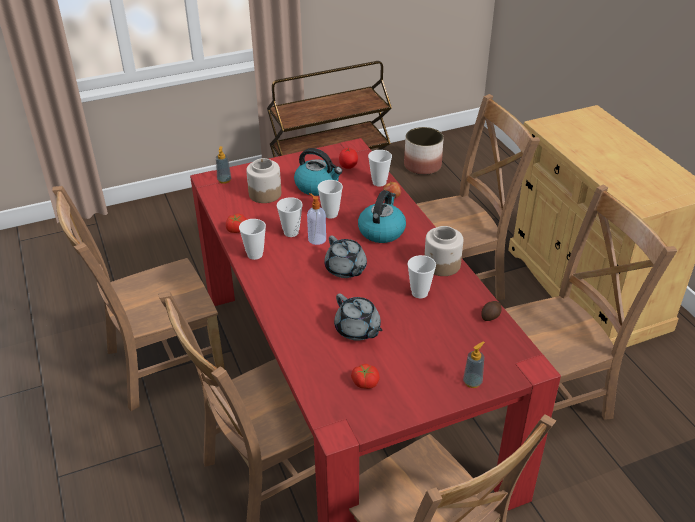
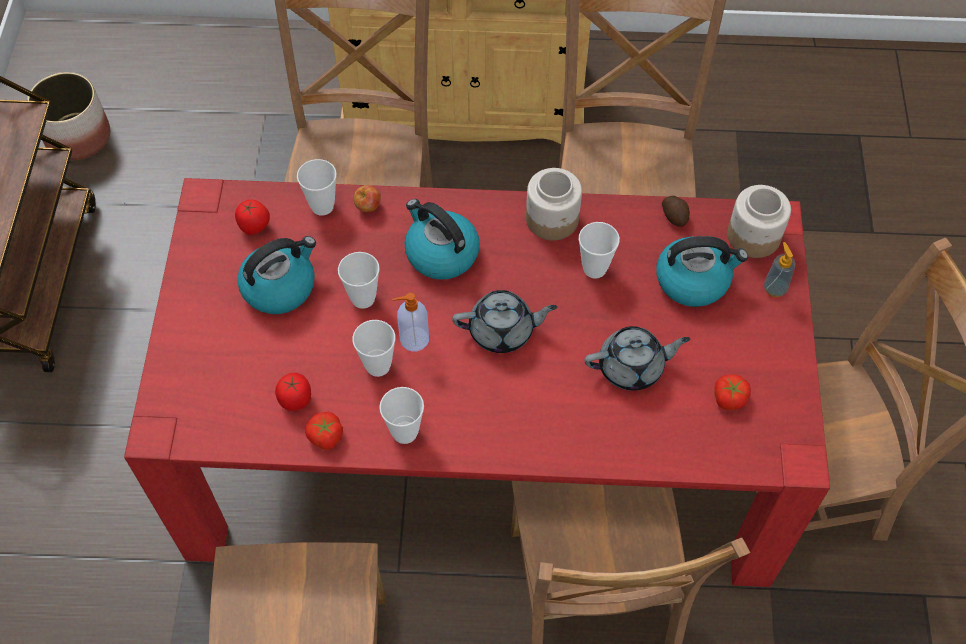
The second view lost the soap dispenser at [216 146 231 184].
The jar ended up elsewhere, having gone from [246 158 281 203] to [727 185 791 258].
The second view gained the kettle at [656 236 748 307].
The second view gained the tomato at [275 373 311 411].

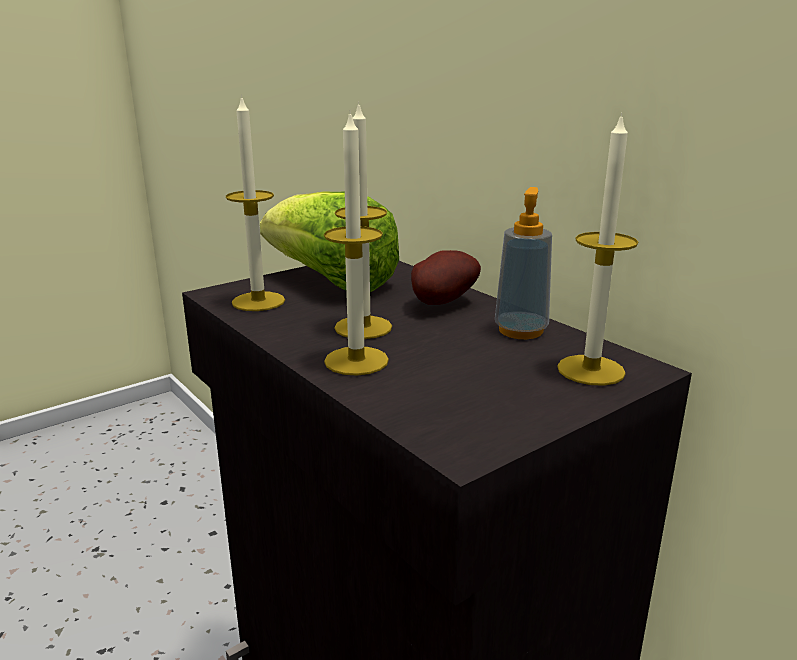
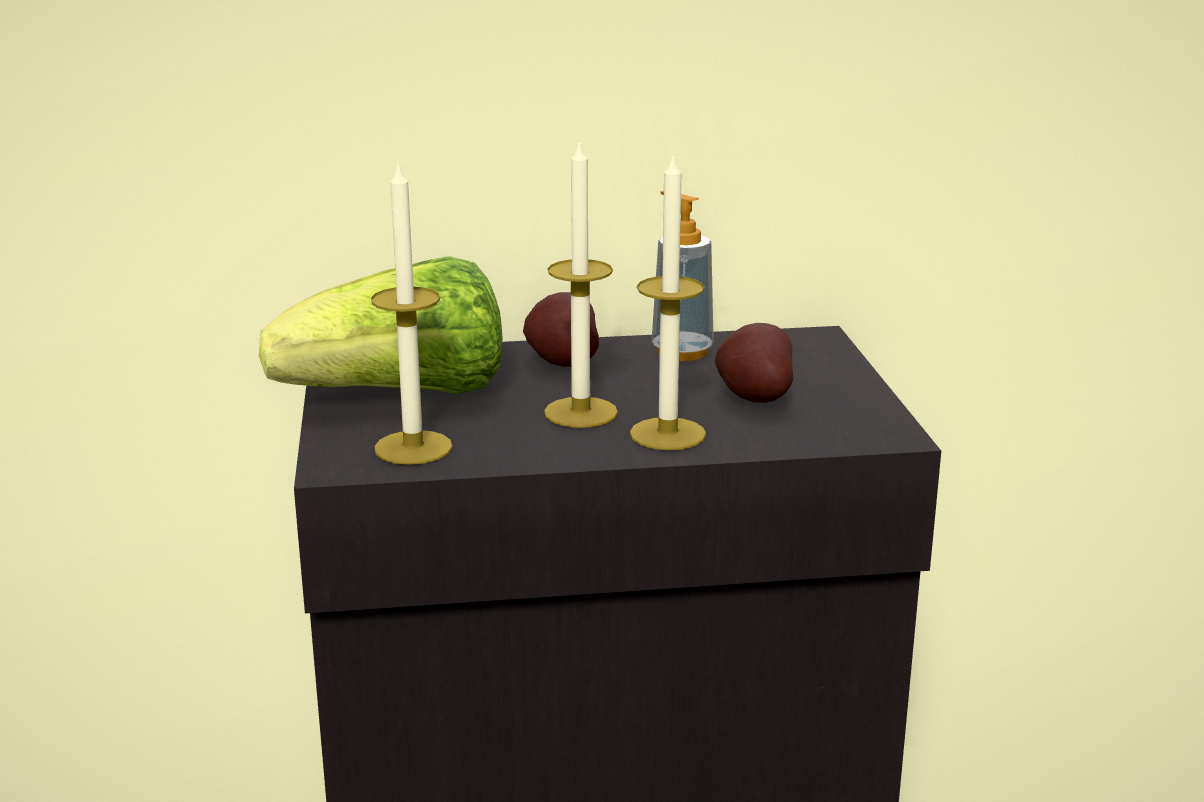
The second view lost the candle at [557 112 638 386].
The second view gained the potato at [715 323 793 403].

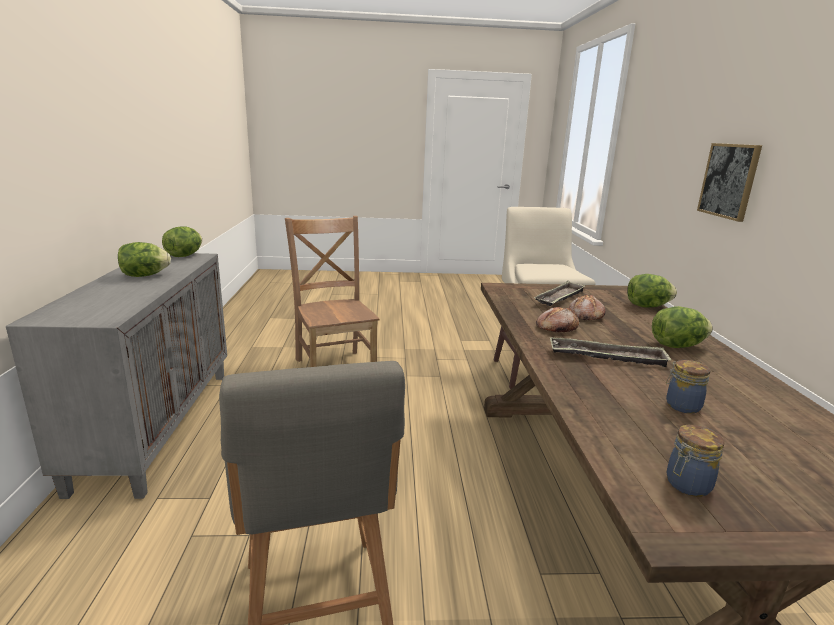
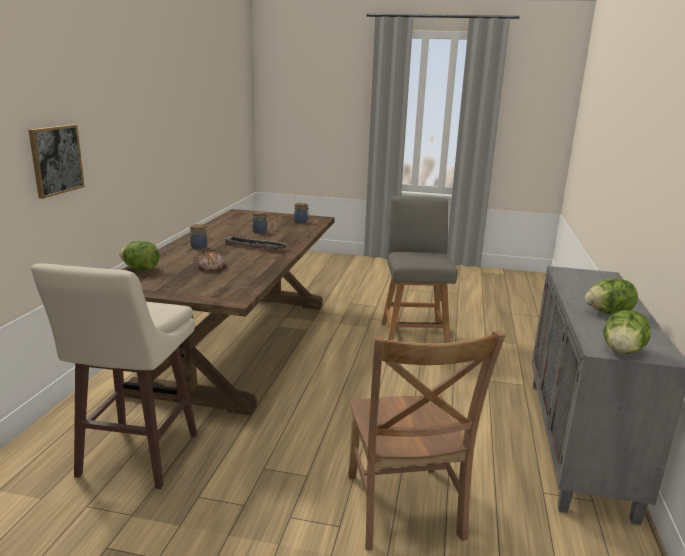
The second view lost the tray at [534 281 586 306].
Where the lettuce stood at [652 306 713 348], the jar came to stand at [190 224 207 249].
The second view lost the bread at [536 307 579 332].

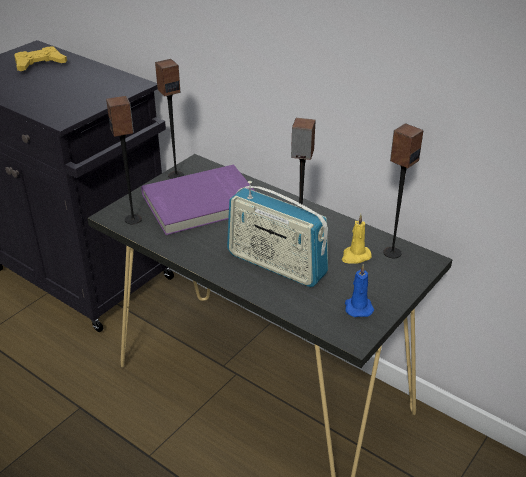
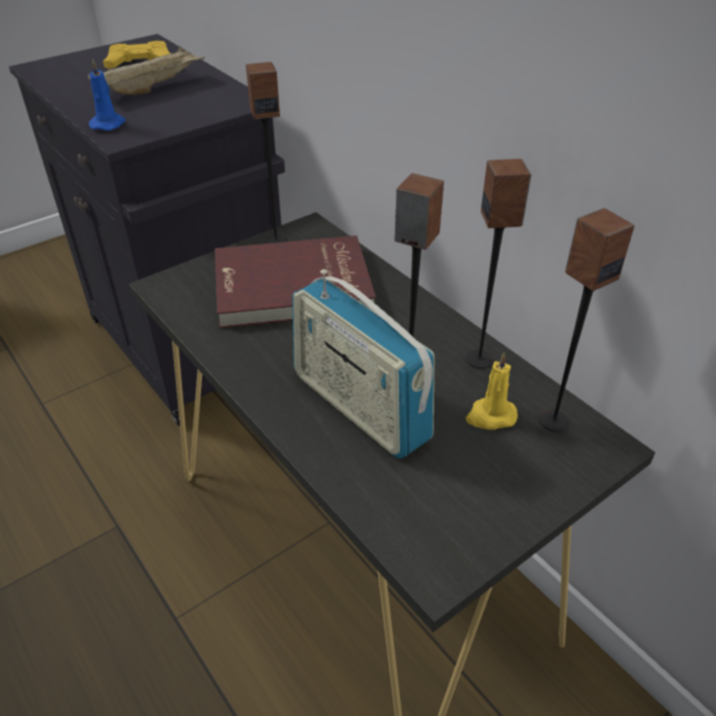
The speaker ended up elsewhere, having gone from [106 96 142 224] to [466 159 531 369].
What was the purple book at [141 164 255 235] turned into the red book at [215 235 376 328].
The blue candle ended up elsewhere, having gone from [345 264 374 317] to [89 59 126 131].
The second view gained the beige tray at [88 46 205 95].

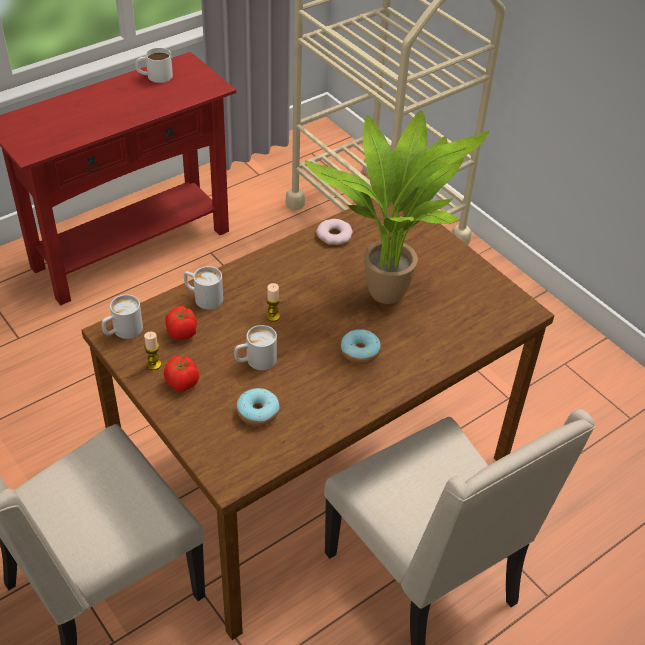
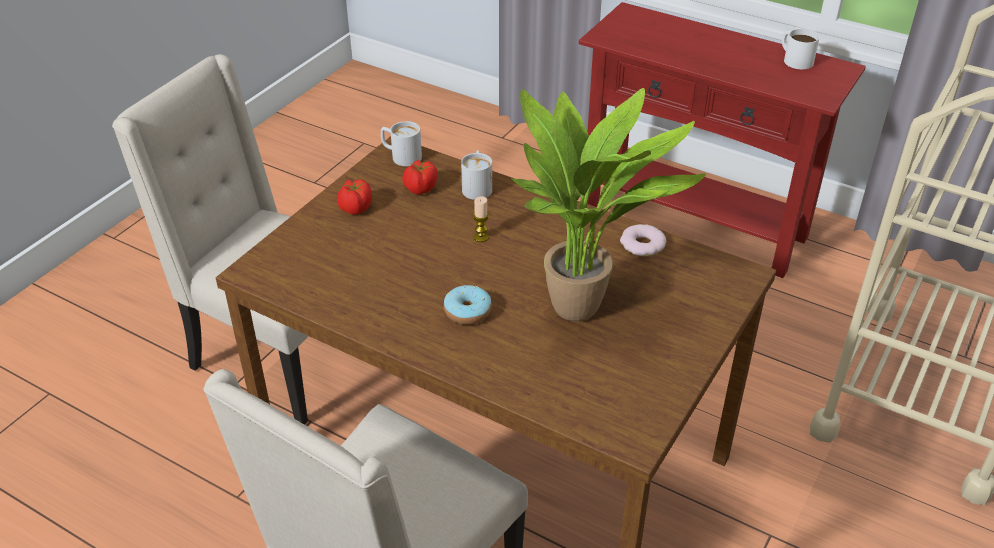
The second view lost the white mug at [234 325 277 370].
The second view lost the candle at [144 332 161 370].
The second view lost the donut at [237 388 279 426].

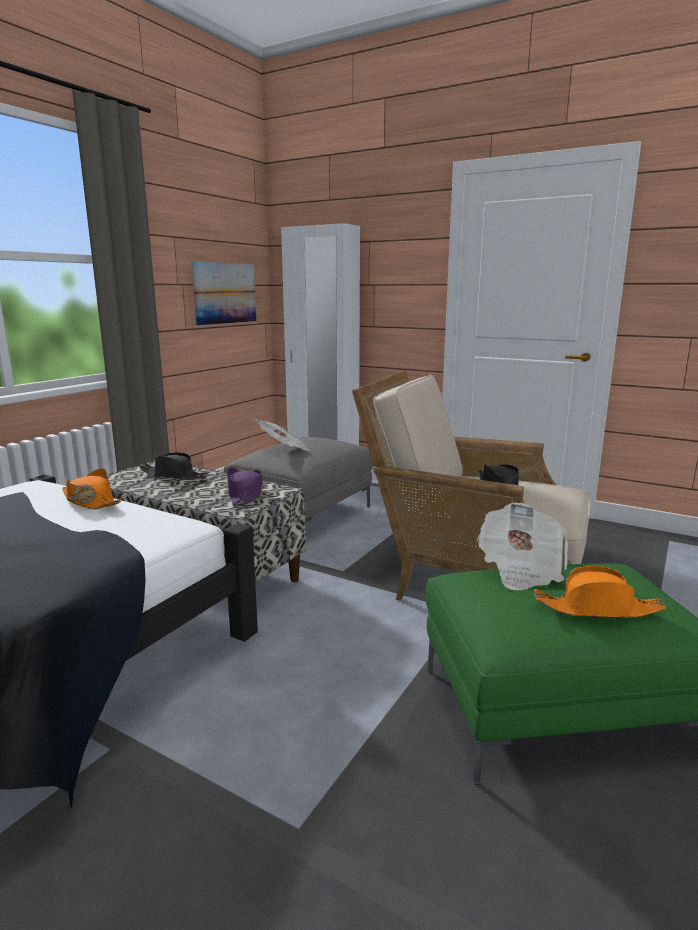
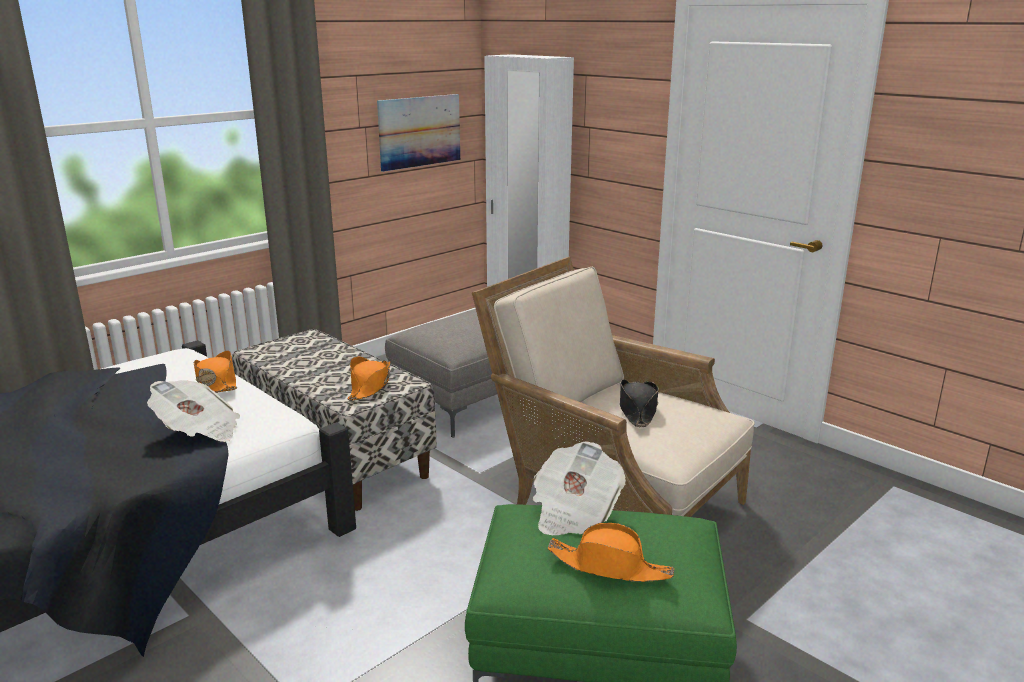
The newspaper ended up elsewhere, having gone from [255 419 309 451] to [147 380 240 442].
The second view lost the black hat at [139 452 209 480].
What was the purple hat at [226 467 263 506] turned into the orange hat at [347 356 390 400].

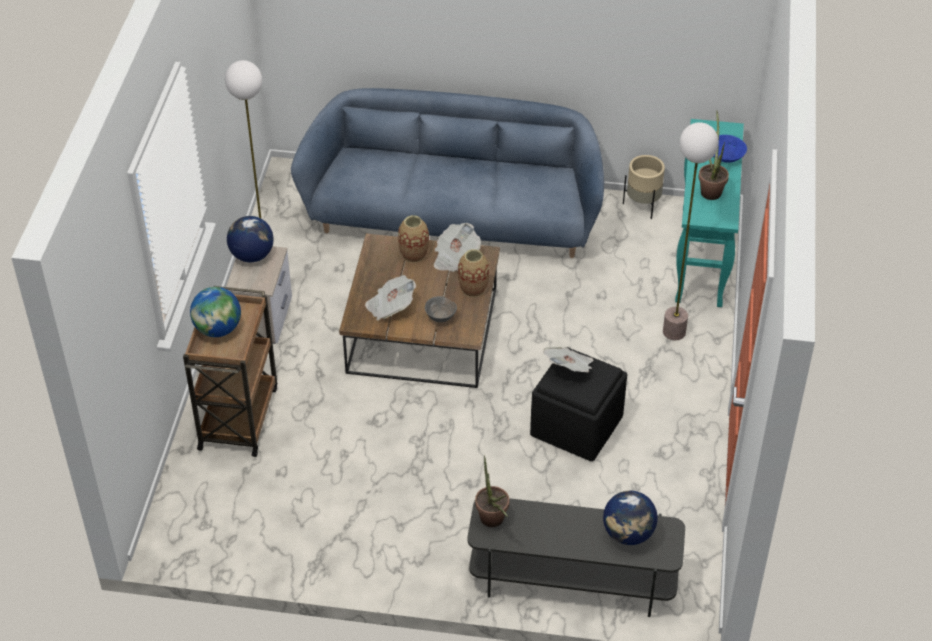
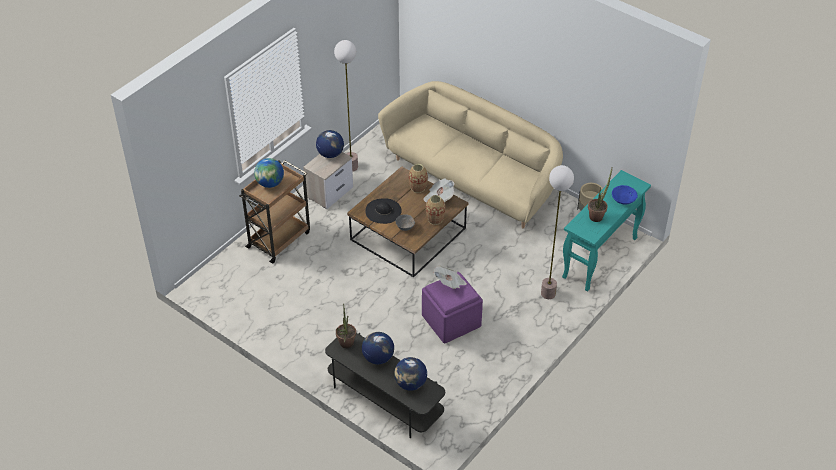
What was the blue sofa at [291 88 604 258] turned into the beige sofa at [378 81 563 228].
Where the newspaper stood at [365 275 416 321], the black hat came to stand at [365 198 402 224].
What was the black ottoman at [530 347 627 461] turned into the purple ottoman at [422 272 483 343].
The second view gained the globe at [362 332 394 364].

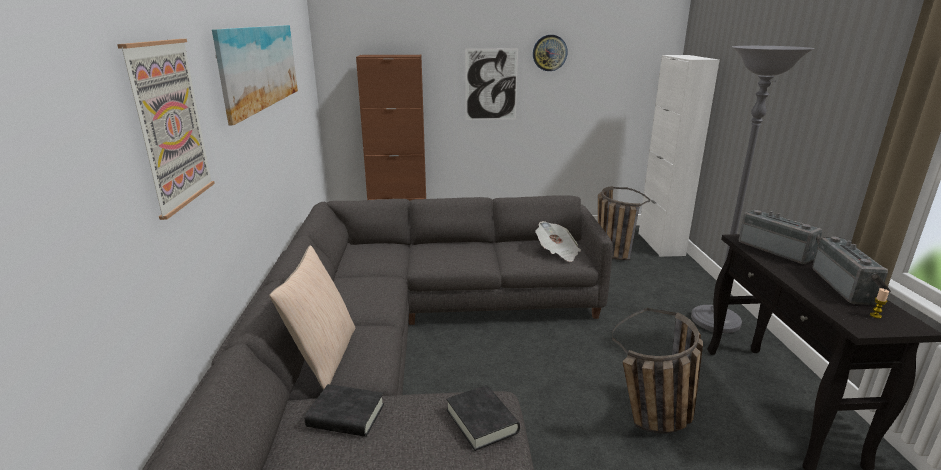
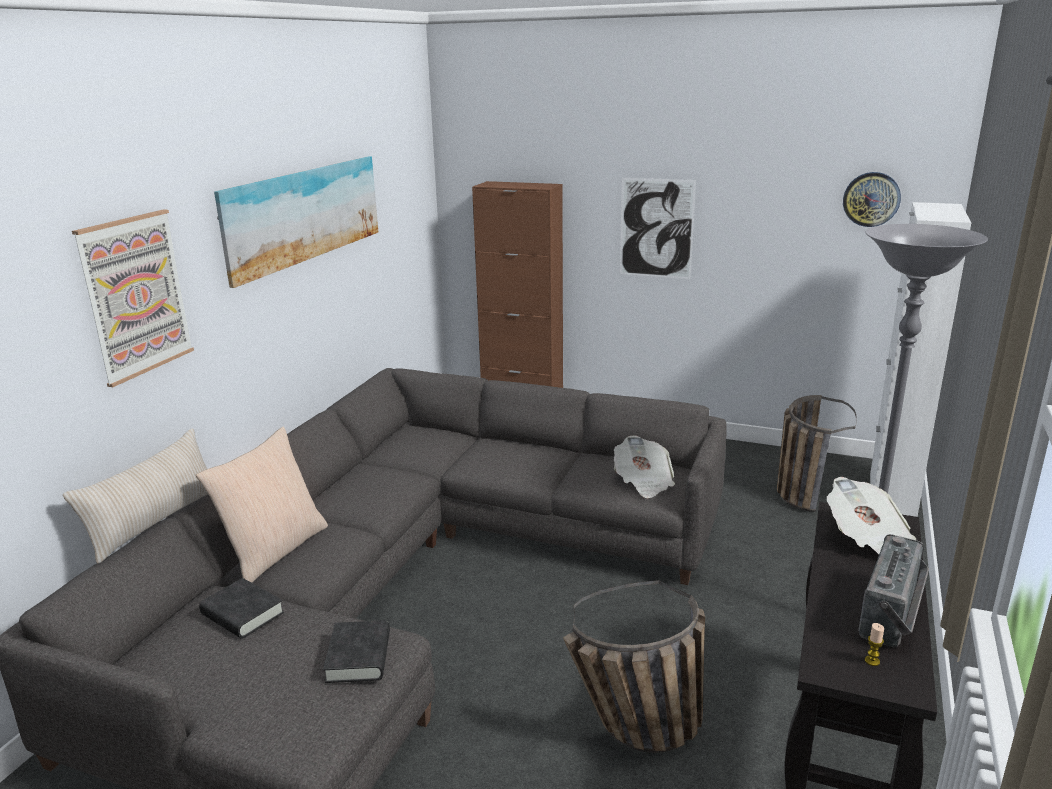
The wall clock ended up elsewhere, having gone from [533 35 568 71] to [843 172 901 227].
Where the radio stood at [739 209 822 264], the newspaper came to stand at [827 477 916 554].
The second view gained the beige pillow at [63 428 208 564].

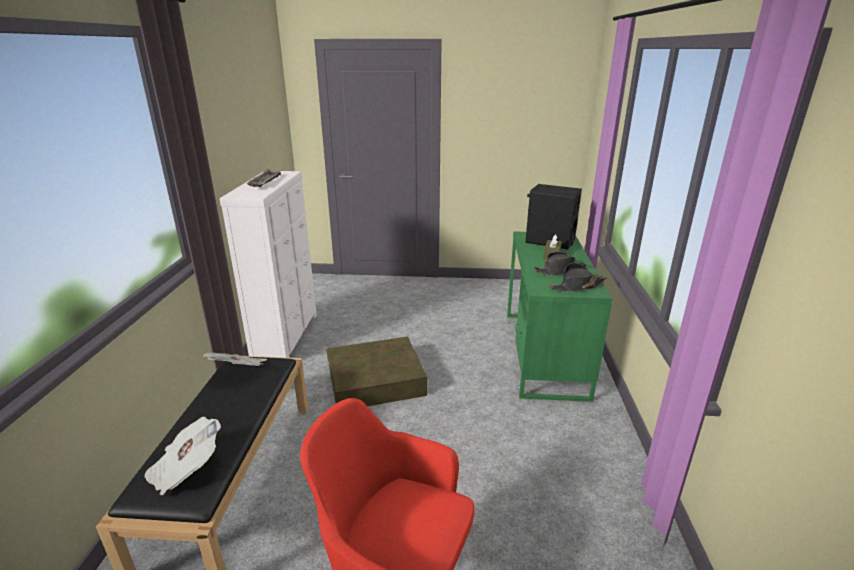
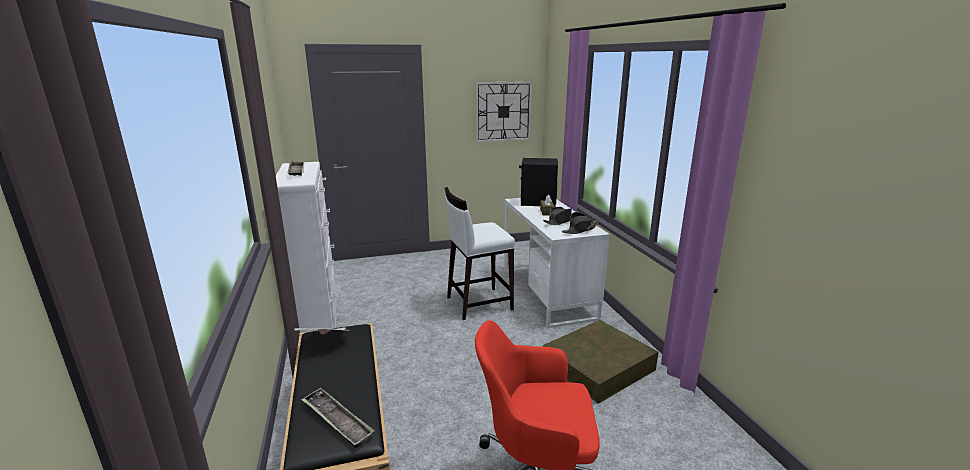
What was the green desk at [507 231 612 402] turned into the white desk at [504 198 610 328].
The brown storage box ended up elsewhere, having gone from [326 337 427 406] to [543 320 659 404].
Where the newspaper stood at [144 417 221 495], the tray came to stand at [301 388 375 449].
The second view gained the wall clock at [475 81 532 142].
The second view gained the white stool at [445 187 515 320].

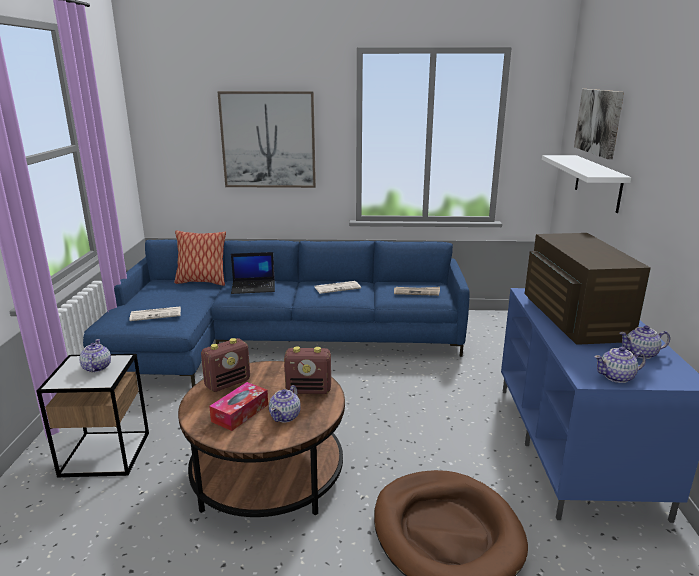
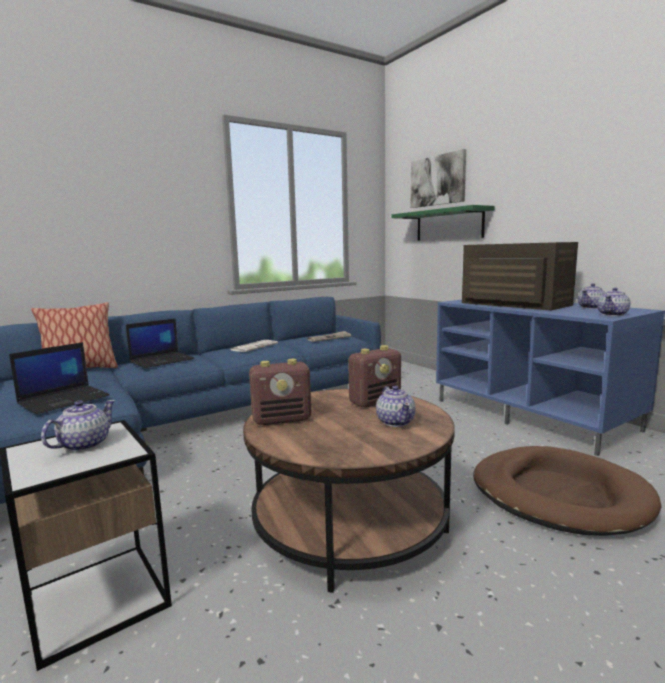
The second view lost the picture at [218 91 316 188].
What was the white shelf at [542 155 631 213] turned into the green shelf at [391 205 495 241].
Where the newspaper stood at [129 306 181 321], the laptop came to stand at [9 342 110 414].
The radio at [201 338 250 392] ended up facing another way, 60 degrees clockwise from before.
The teapot at [79 339 111 373] ended up facing another way, 75 degrees clockwise from before.
The second view lost the tissue box at [209 382 268 431].

